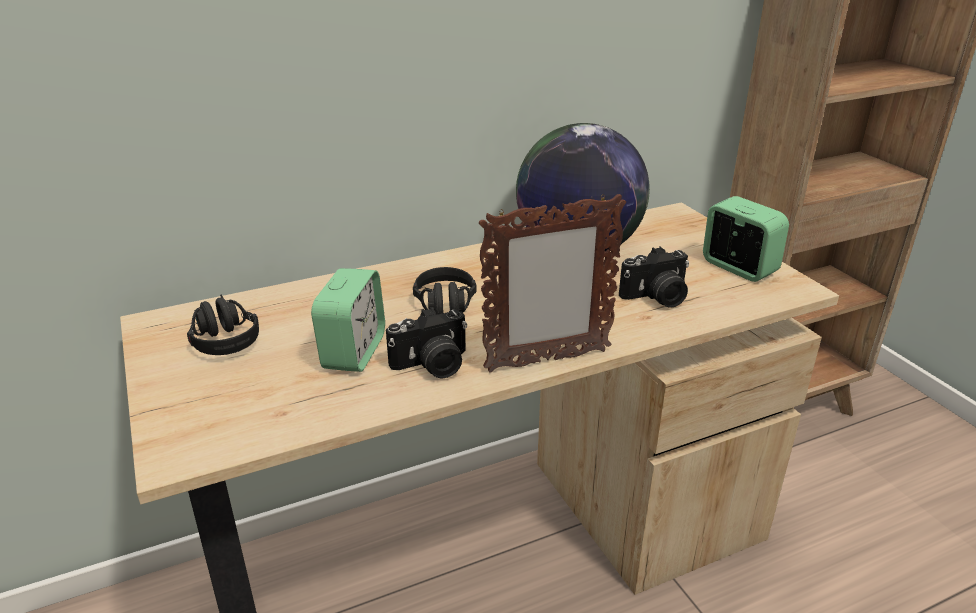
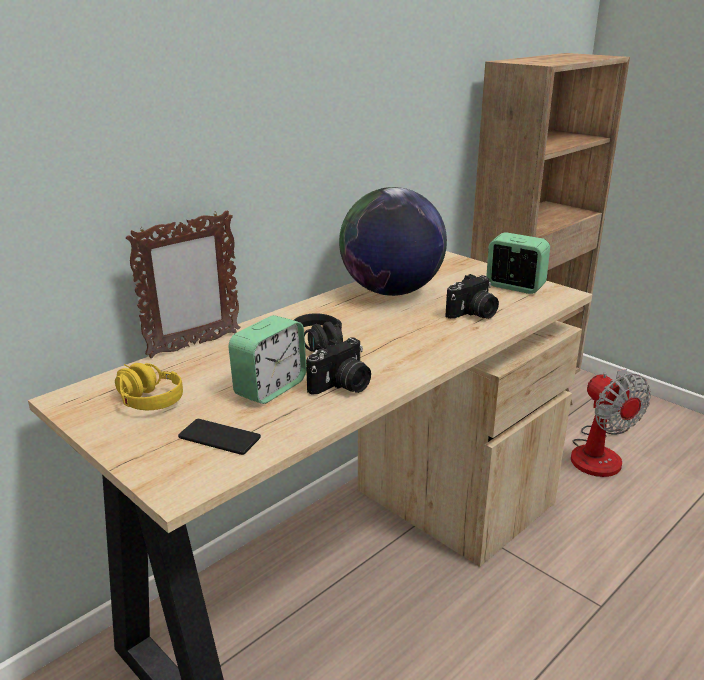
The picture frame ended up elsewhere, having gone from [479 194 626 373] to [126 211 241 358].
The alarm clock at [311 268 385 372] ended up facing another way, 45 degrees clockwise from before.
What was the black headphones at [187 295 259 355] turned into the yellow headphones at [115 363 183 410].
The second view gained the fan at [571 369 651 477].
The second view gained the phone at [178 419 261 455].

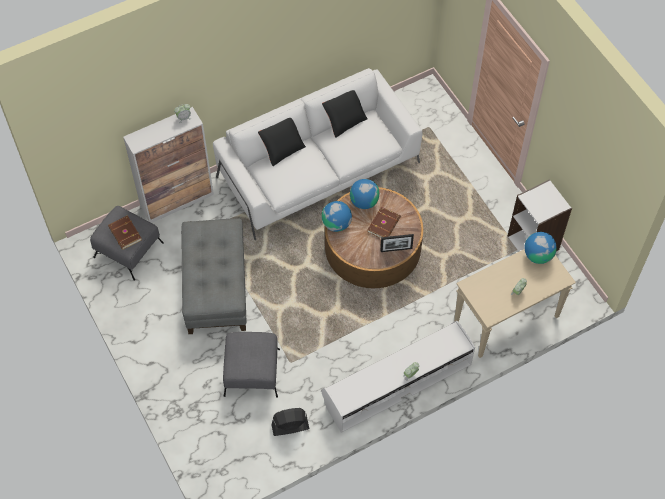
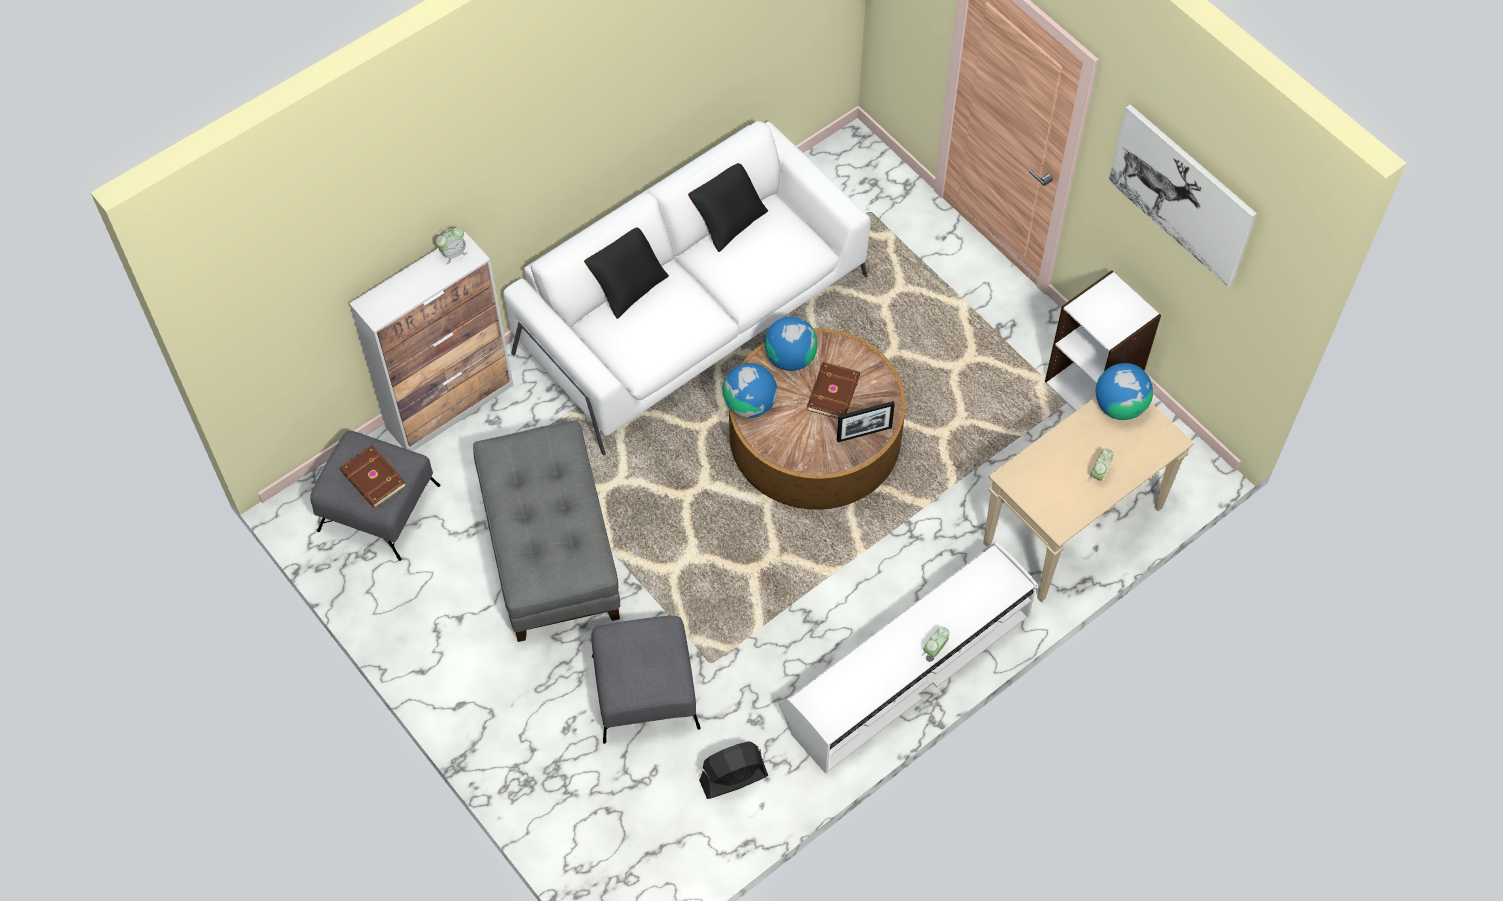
The second view gained the picture at [1108 104 1257 287].

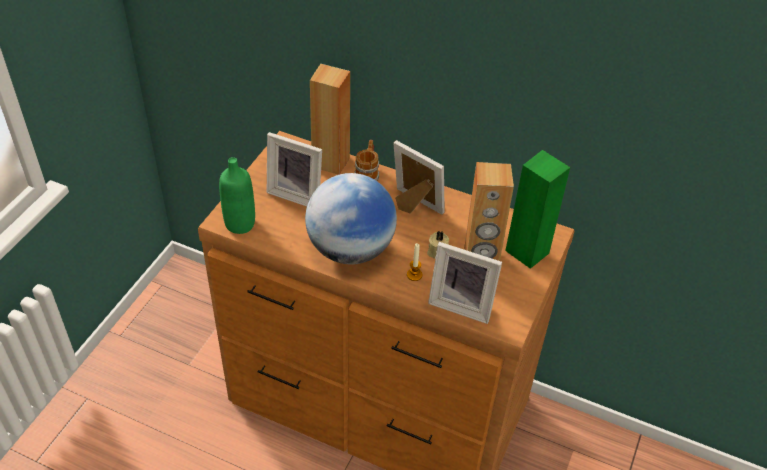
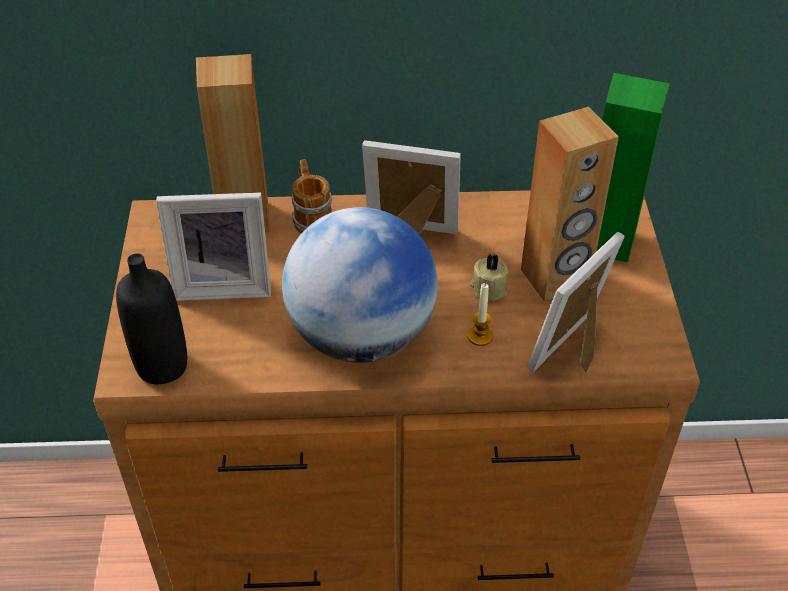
What was the green bottle at [219 157 255 234] turned into the black bottle at [116 253 187 384].
The picture frame at [428 242 502 324] ended up facing another way, 135 degrees clockwise from before.

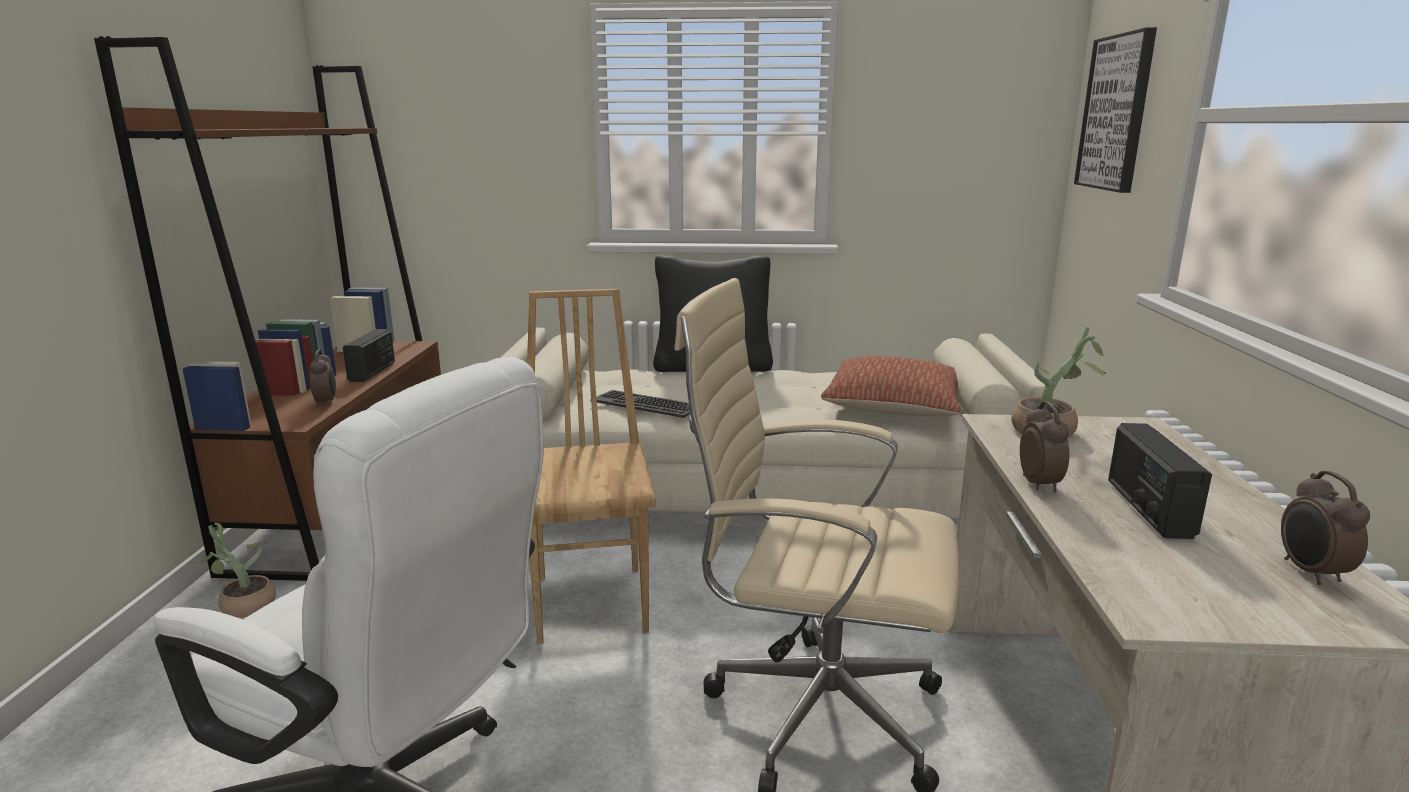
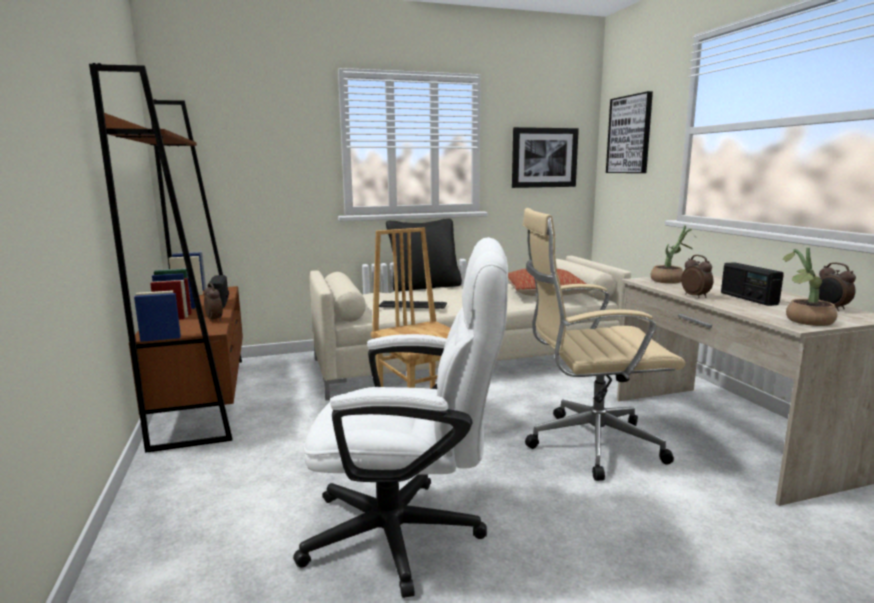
The potted plant ended up elsewhere, having gone from [194 522 276 618] to [783 247 837 326].
The second view gained the picture at [512 127 579 188].

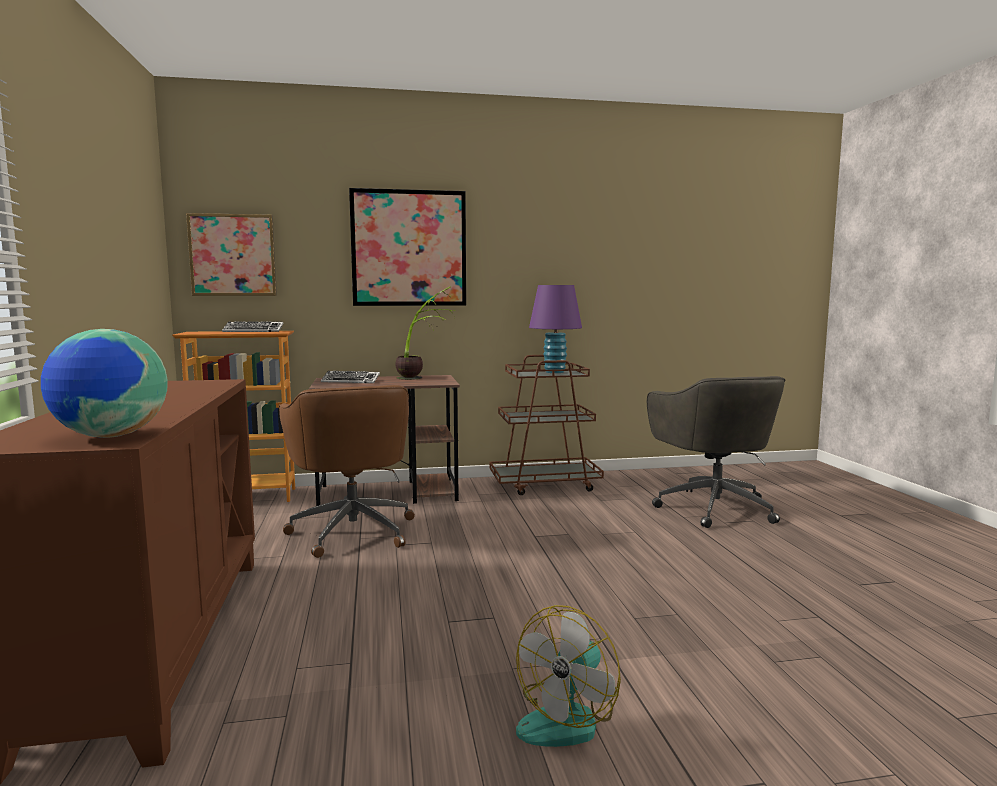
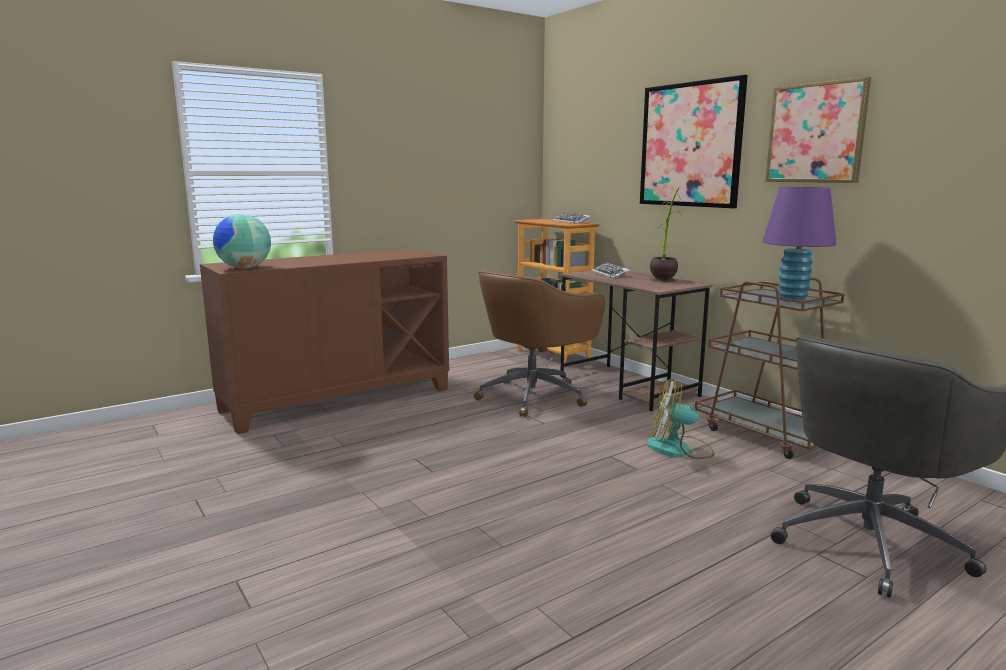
The picture ended up elsewhere, having gone from [186 213 277 296] to [765 77 871 183].
The fan ended up elsewhere, having gone from [516 605 621 747] to [647 378 714 459].

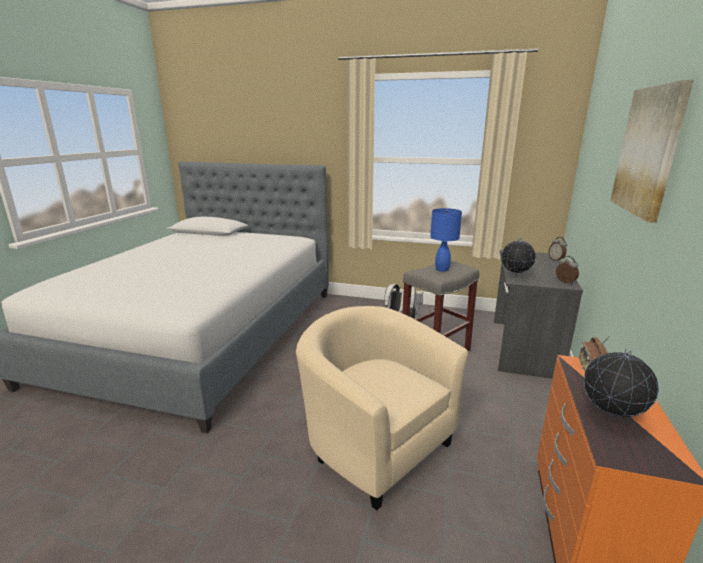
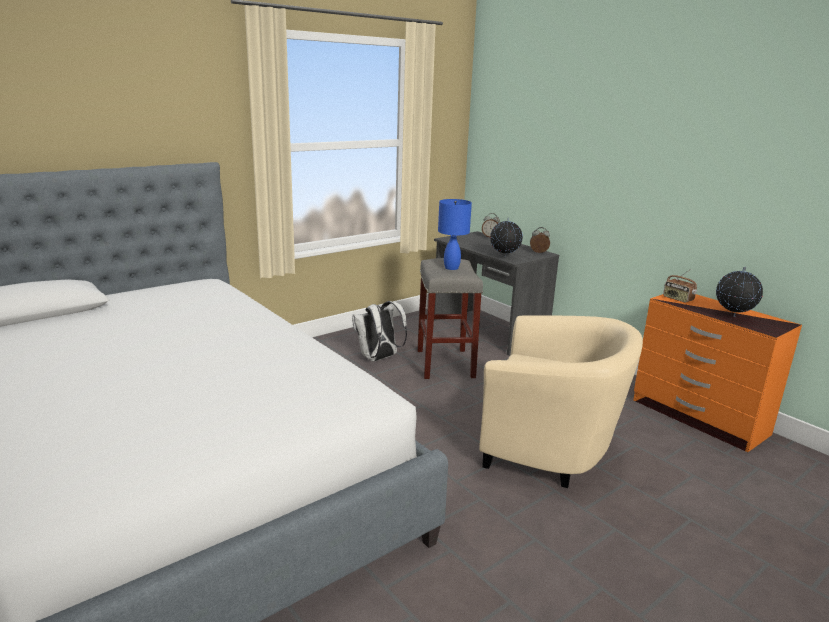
The second view lost the picture at [610 79 694 223].
The beige armchair at [296 306 468 511] ended up facing another way, 150 degrees counterclockwise from before.

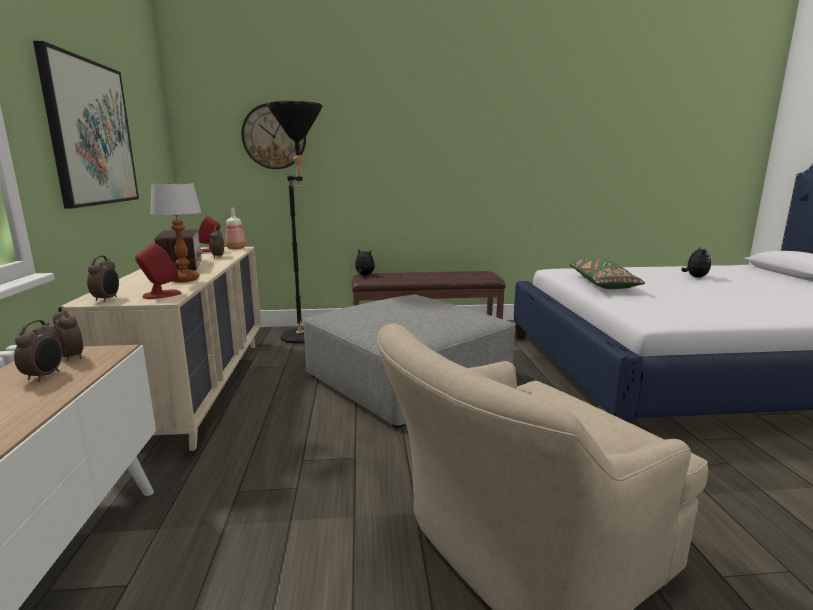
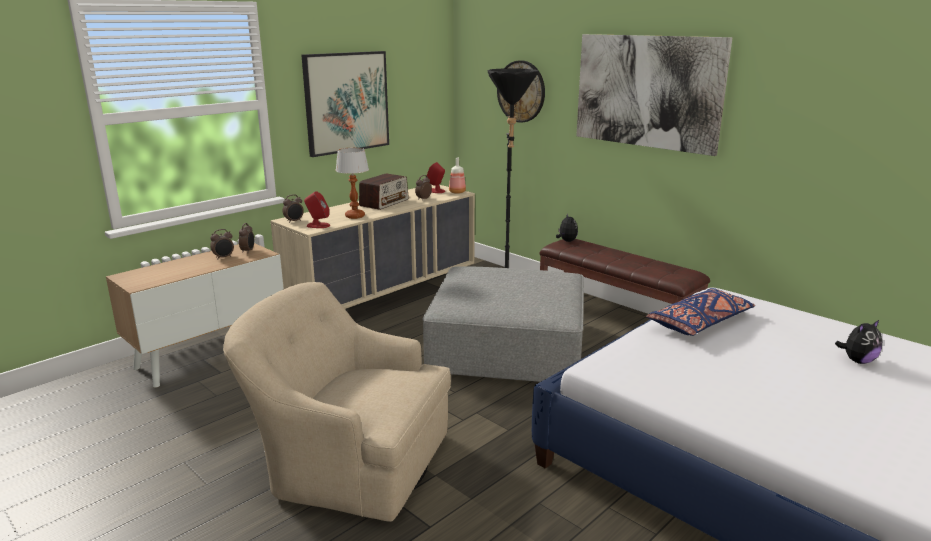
What was the green pillow at [570 258 645 289] turned into the blue pillow at [646 288 755 336].
The second view gained the picture at [576 34 733 156].

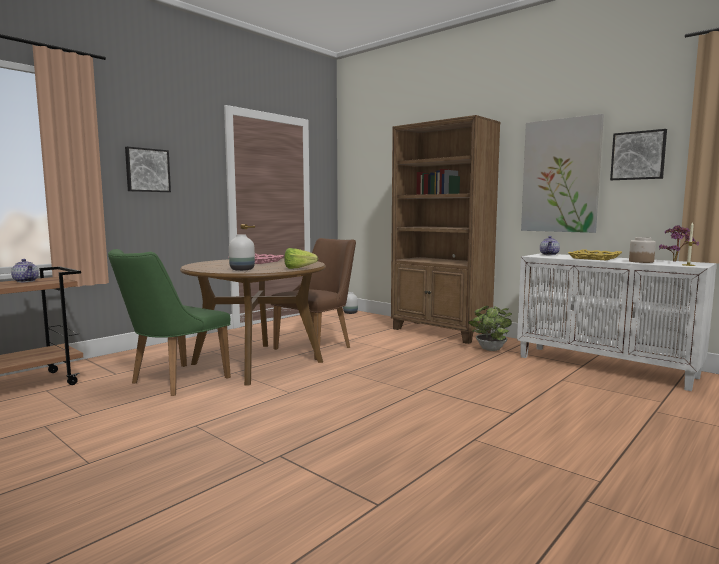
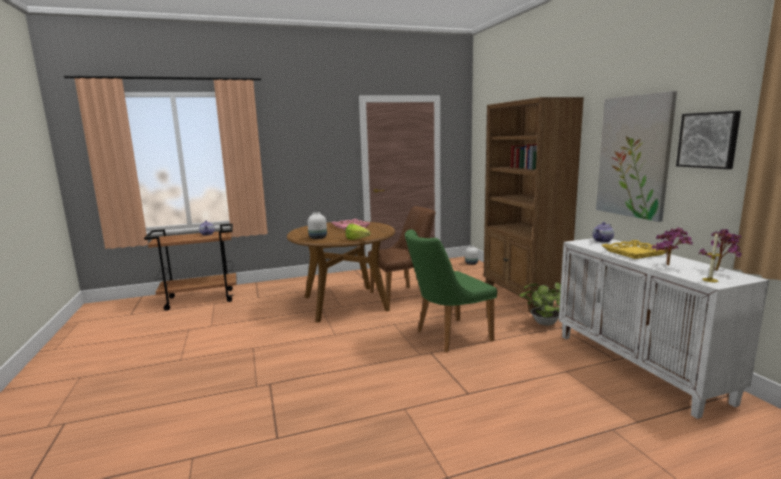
The second view lost the picture at [125 147 171 192].
Where the jar stood at [629 237 656 263], the potted plant came to stand at [652 228 693 266].
The green chair ended up elsewhere, having gone from [108 249 231 396] to [405 229 497 352].

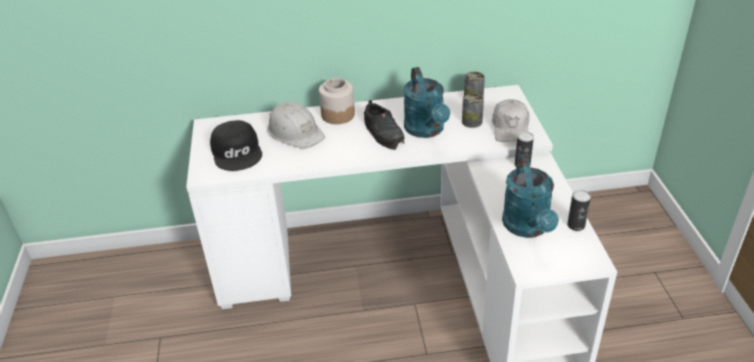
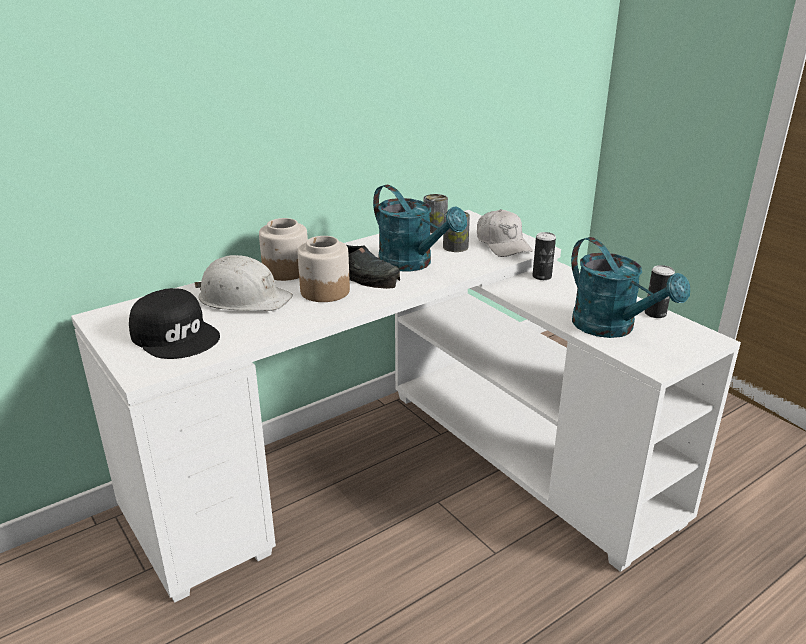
The second view gained the jar at [297 236 350 302].

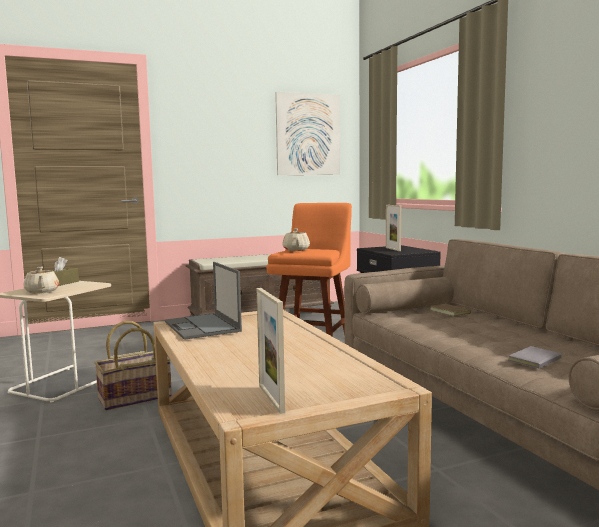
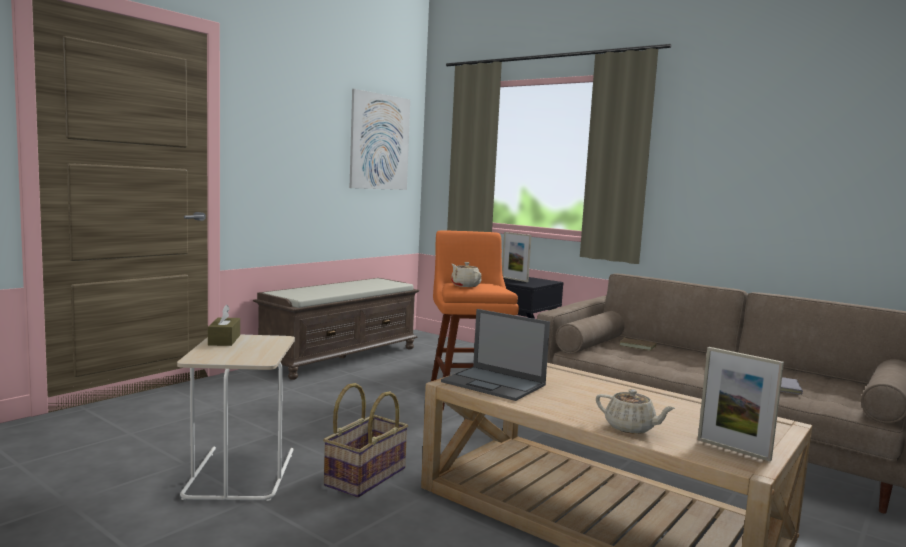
The beige teapot ended up elsewhere, having gone from [23 267 59 294] to [596 389 675 434].

